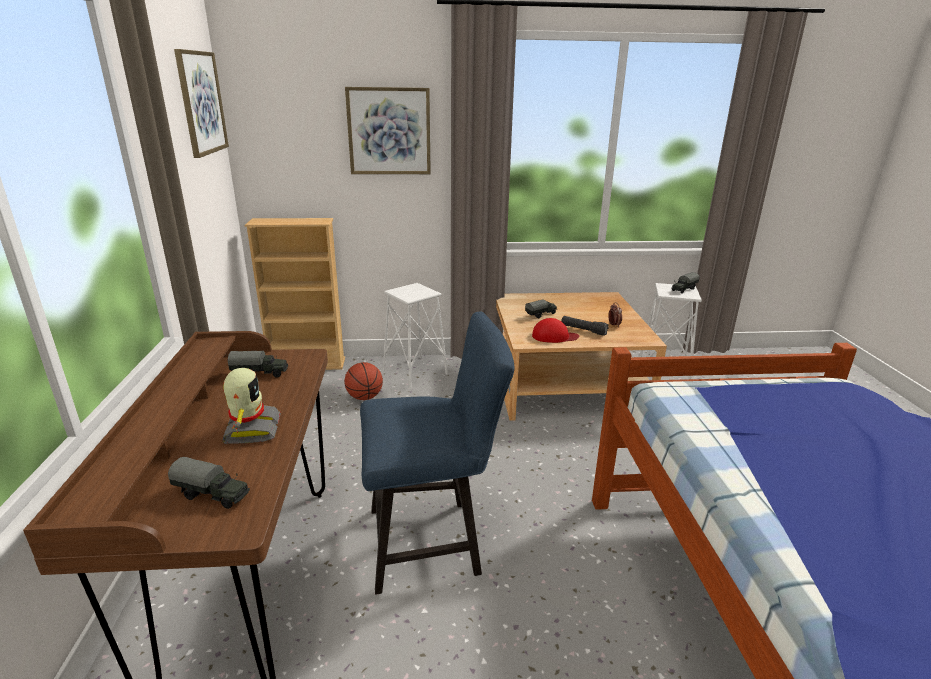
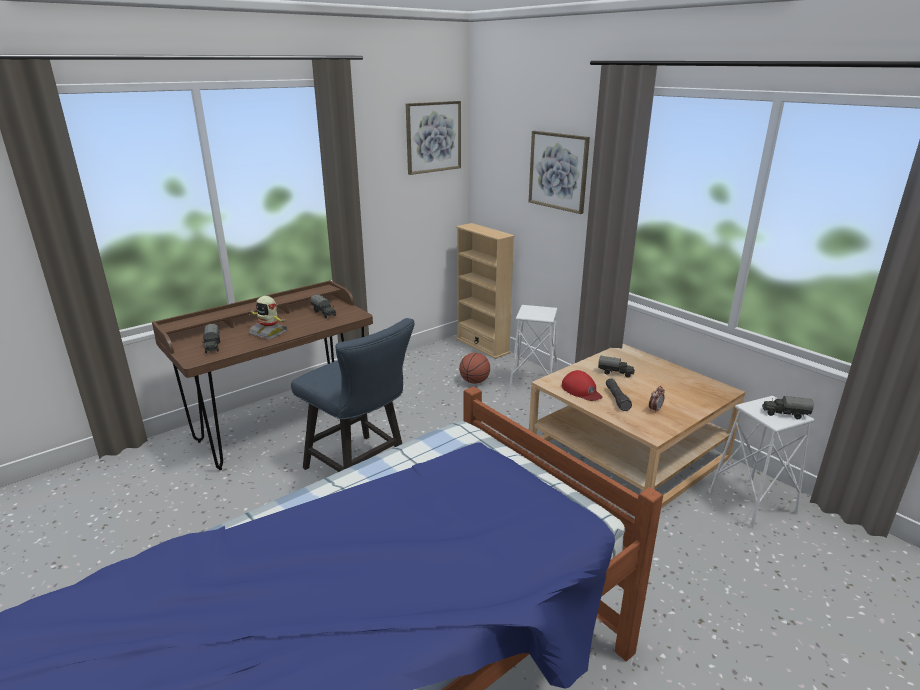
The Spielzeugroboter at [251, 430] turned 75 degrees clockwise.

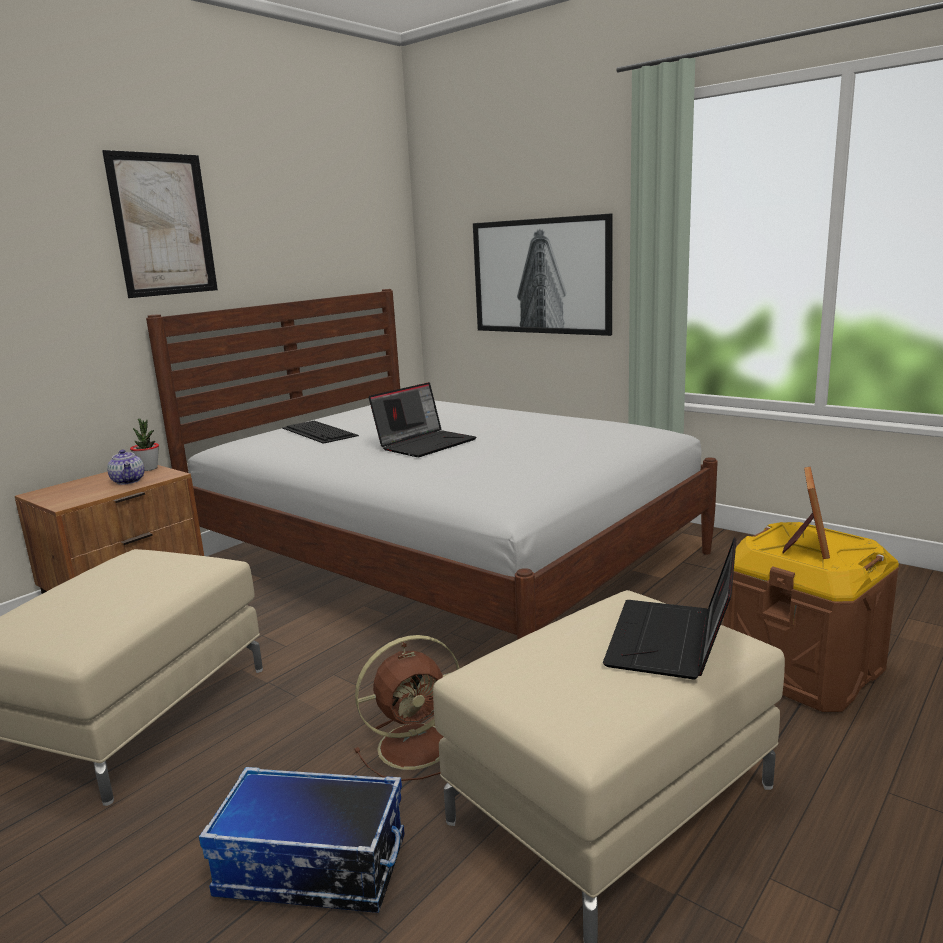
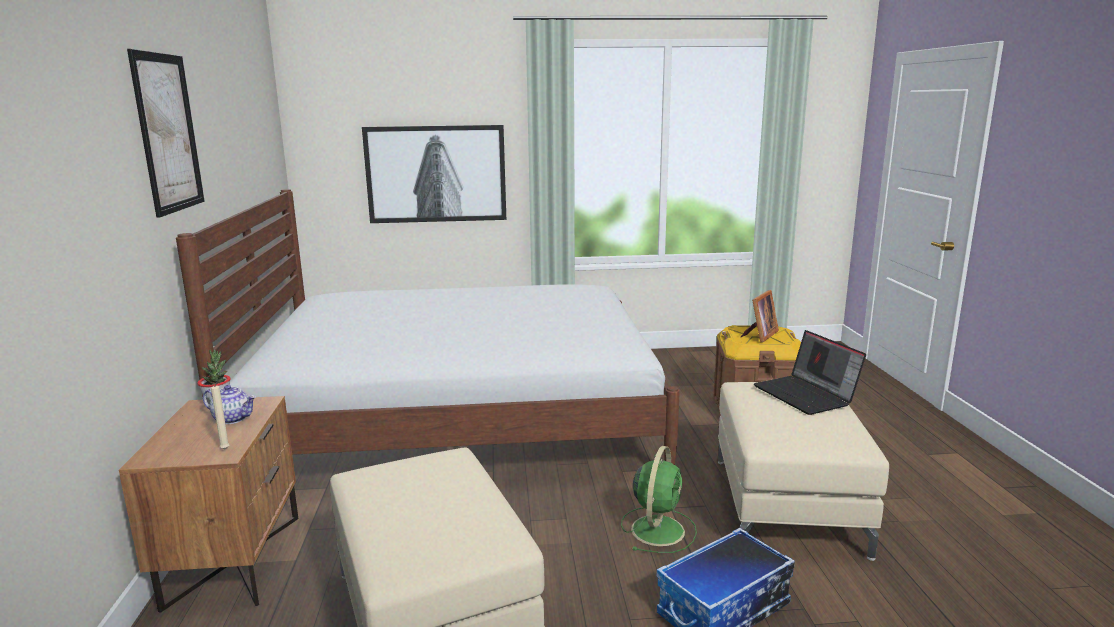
The Kerze/beige at [226, 449] appeared.
The Ventilator/braun at [417, 745] became the Ventilator/grün at [658, 529].
The Bilderrahmen at [806, 545] turned 60 degrees clockwise.
The Tastatur at [320, 432] disappeared.
The Laptop at [425, 444] disappeared.

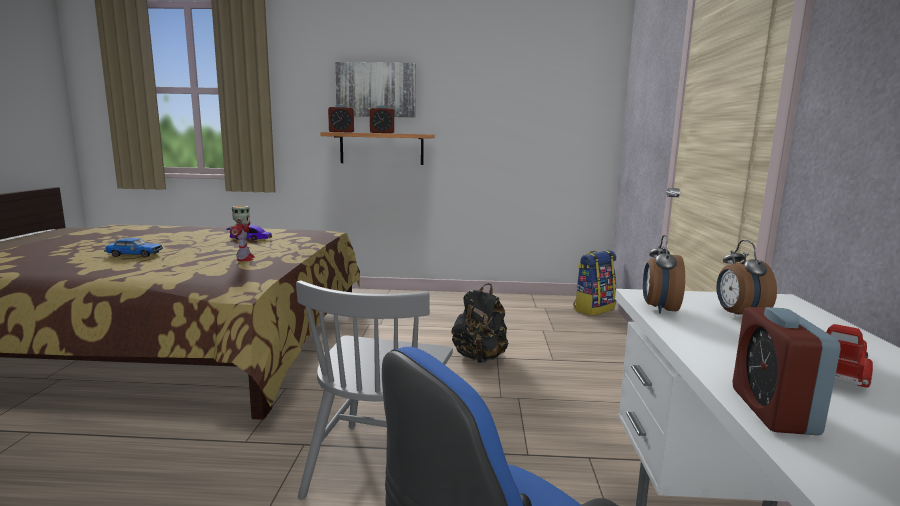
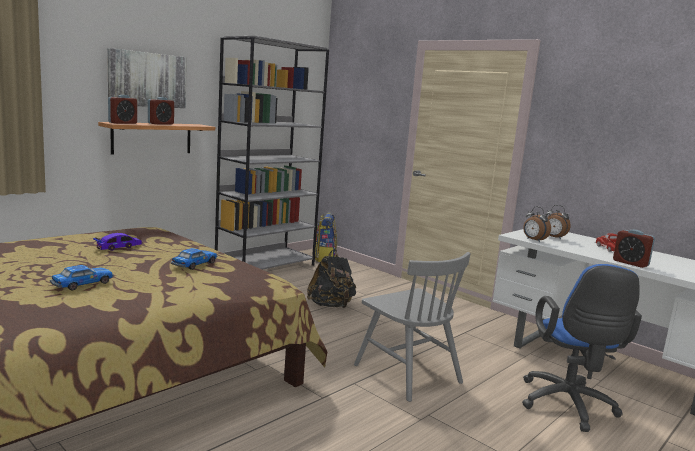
The Spielzeugroboter at [244, 259] was replaced by the Spielzeugauto at [194, 264].
The Bücherregal/grau at [266, 266] appeared.

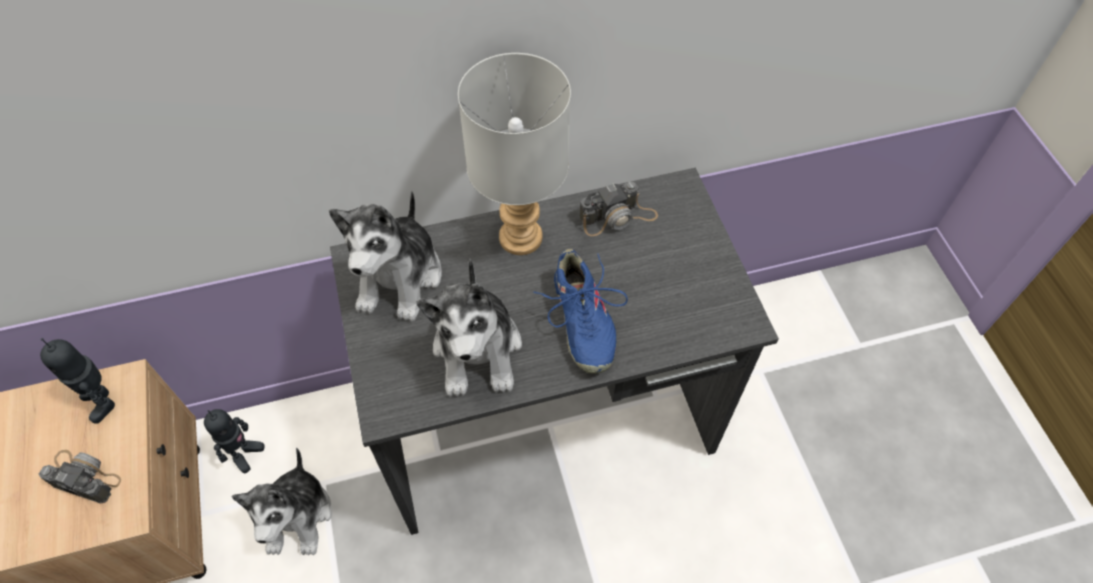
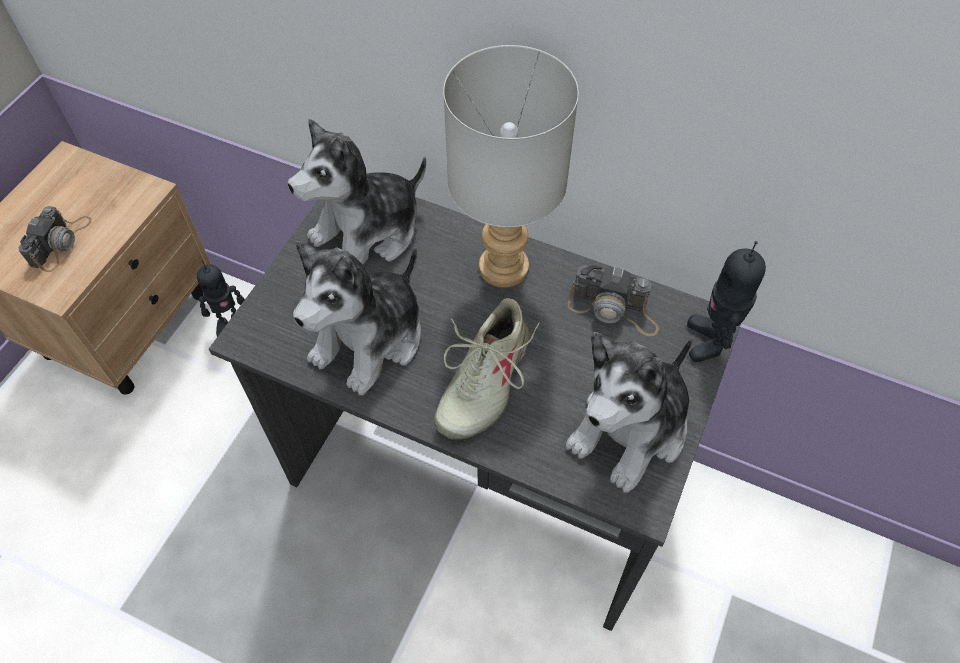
The Kamera at [83, 476] turned 45 degrees clockwise.
The Schuh/blau at [581, 321] became the Schuh/beige at [483, 381].
The Plüschtier moved from [298, 516] to [630, 429].
The Spielzeugroboter moved from [103, 401] to [710, 341].

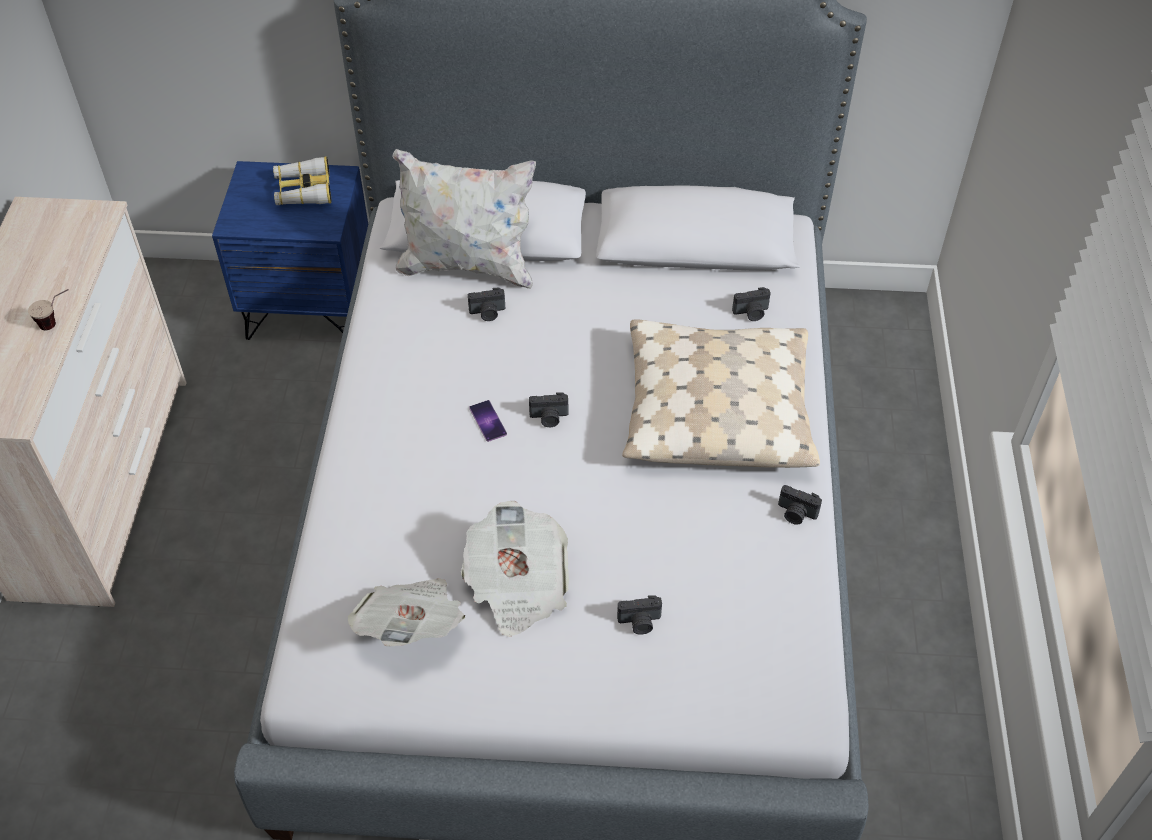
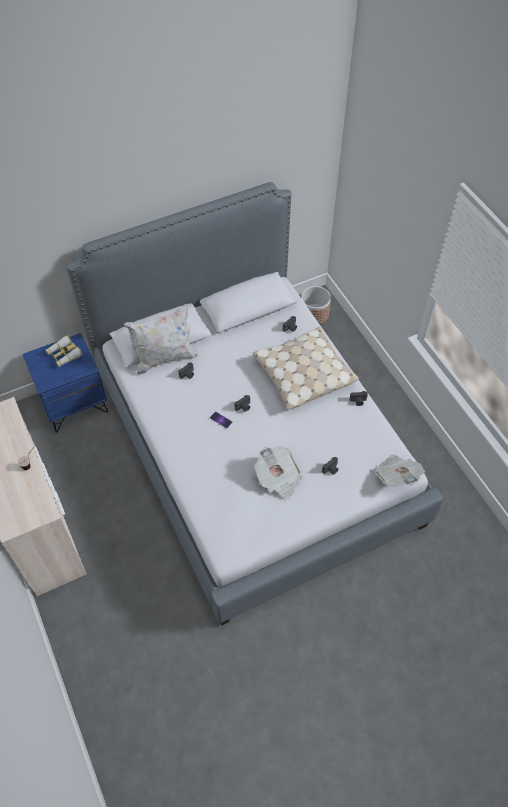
The Pflanzkübel at [314, 315] appeared.
The Zeitung moved from [413, 626] to [397, 476].

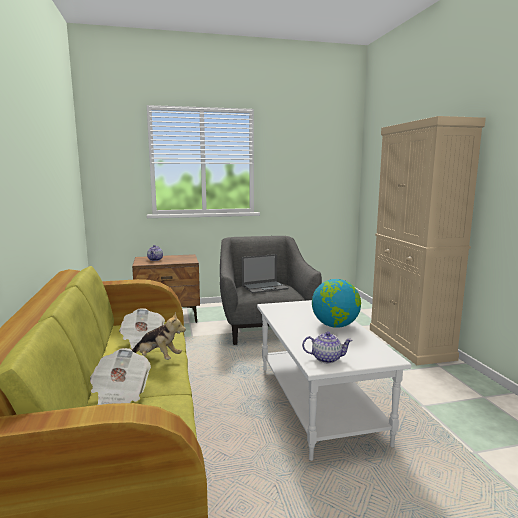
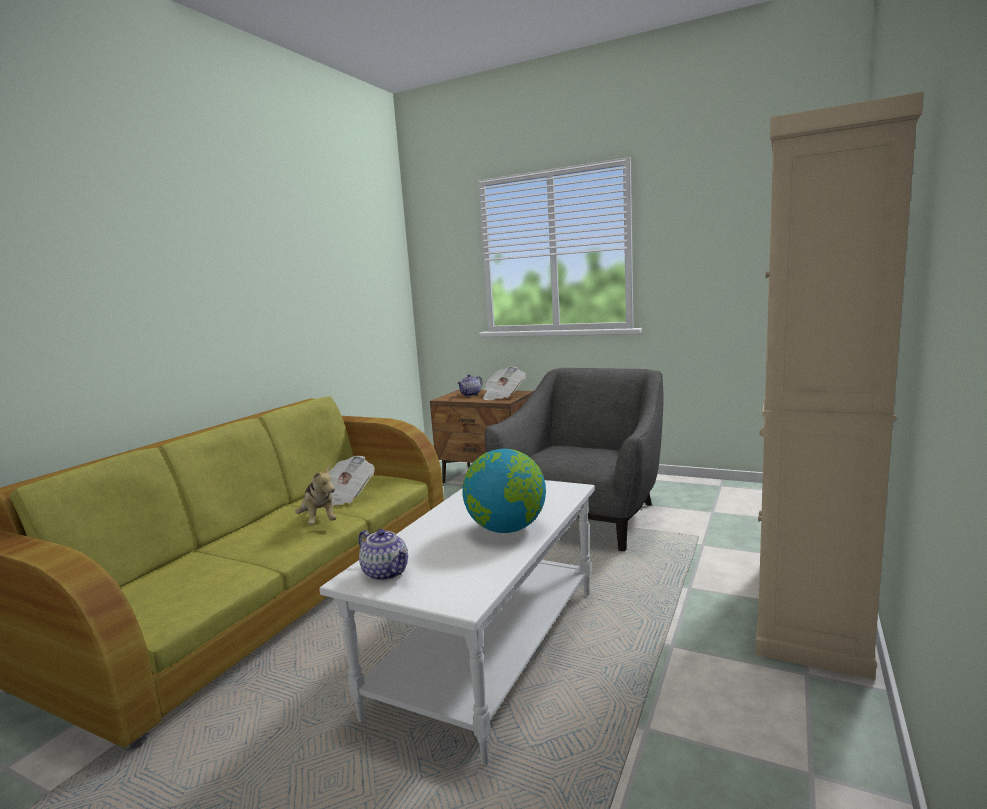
The Zeitung moved from [120, 393] to [502, 396].
The Laptop at [265, 287] disappeared.

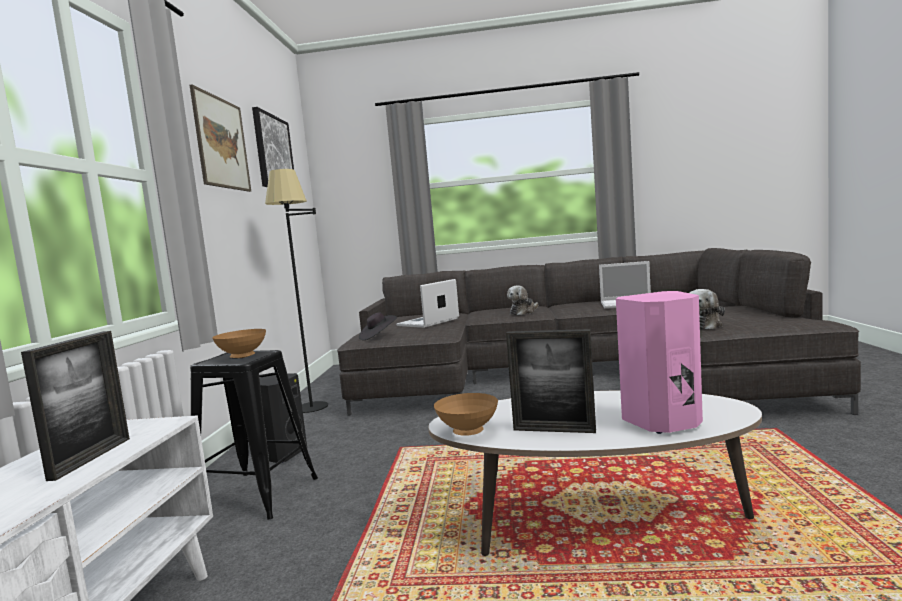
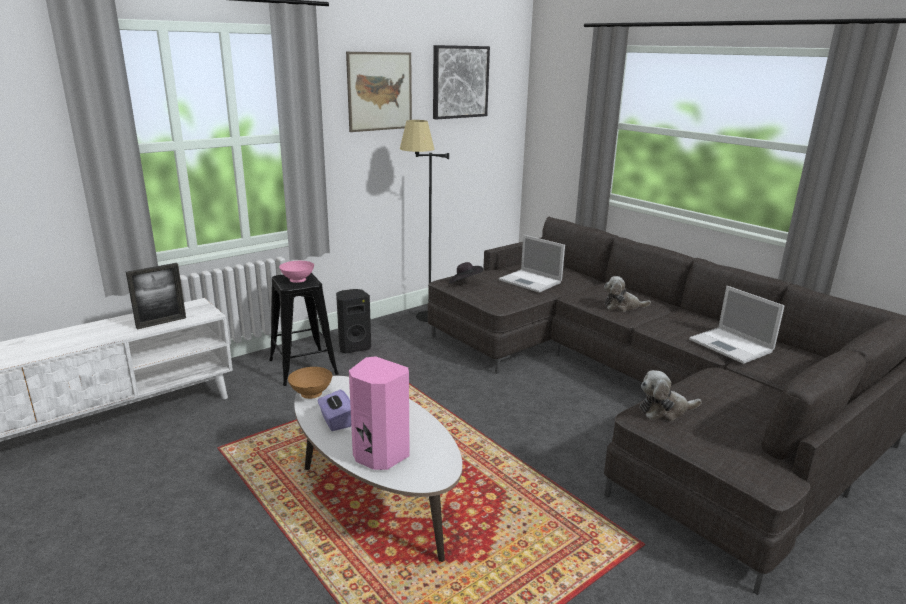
The Schüssel/braun at [243, 357] became the Schüssel/rosa at [298, 281].
The Bilderrahmen at [554, 430] was replaced by the Taschentuchbox/lila at [336, 421].
The Laptop at [427, 322] turned 135 degrees counterclockwise.

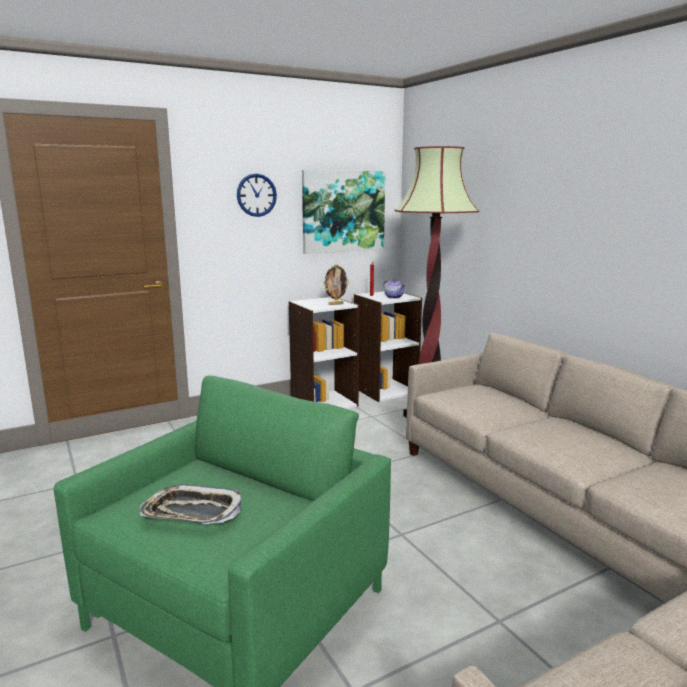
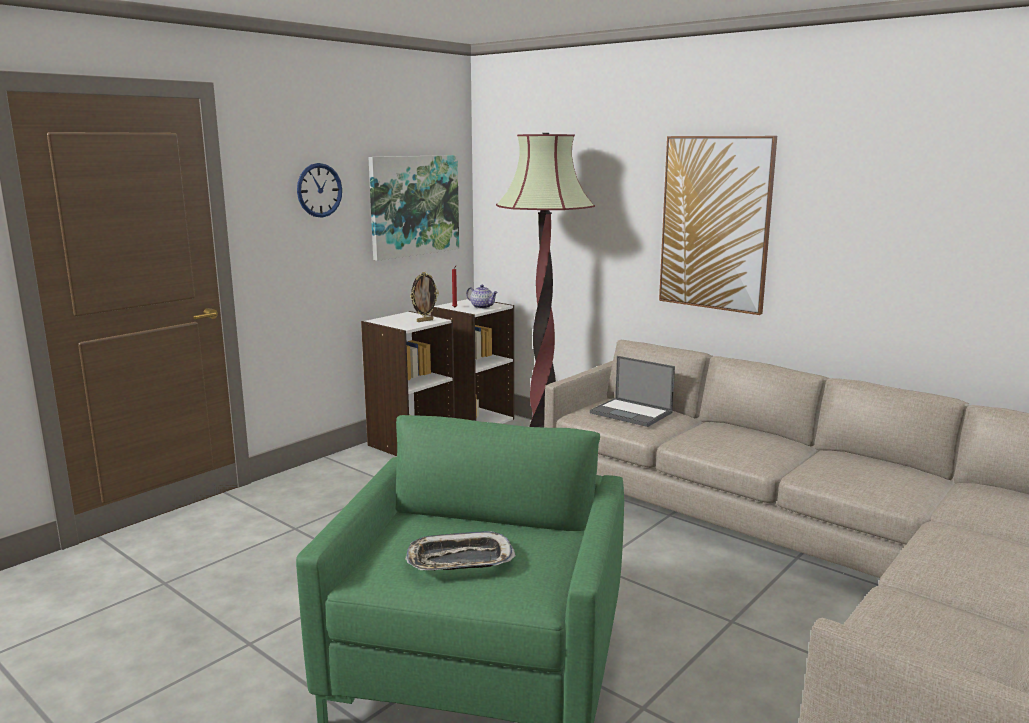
The Laptop at [632, 413] appeared.
The Bild at [715, 223] appeared.

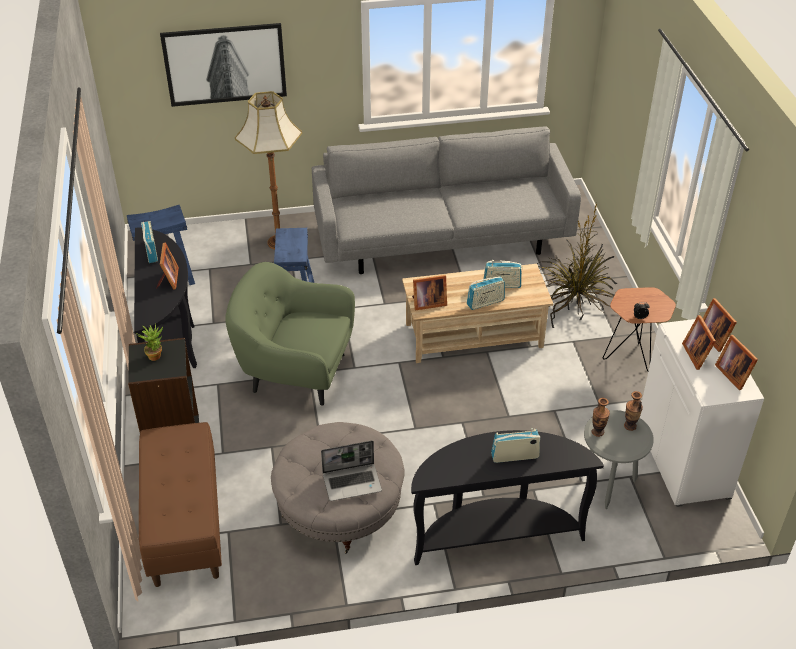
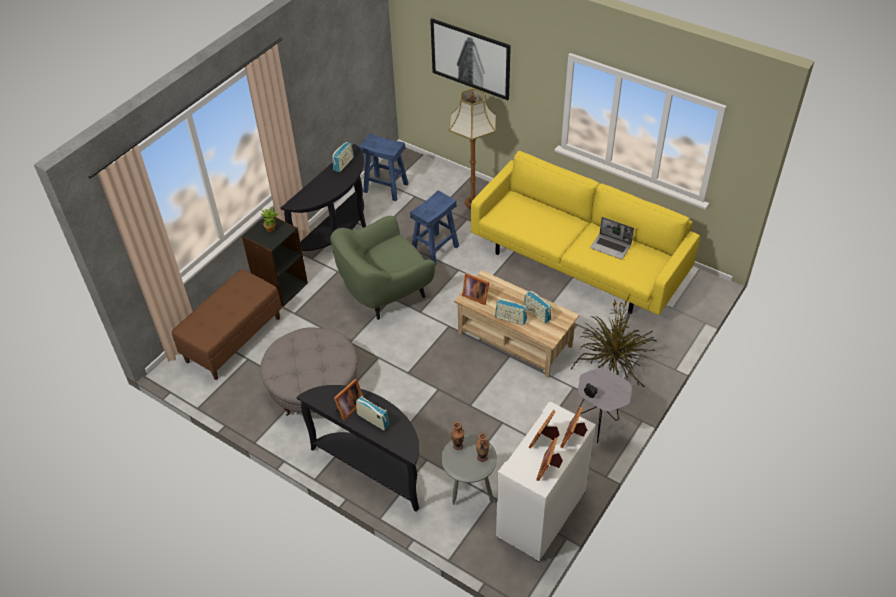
The Sessel/grün at [295, 372] turned 90 degrees counterclockwise.
The Bilderrahmen moved from [168, 280] to [348, 408].
The Sofa/grau at [442, 238] became the Sofa/gelb at [577, 262].
The Beistelltisch/braun at [632, 358] became the Beistelltisch/grau at [598, 426].
The Laptop moved from [352, 482] to [611, 247].

